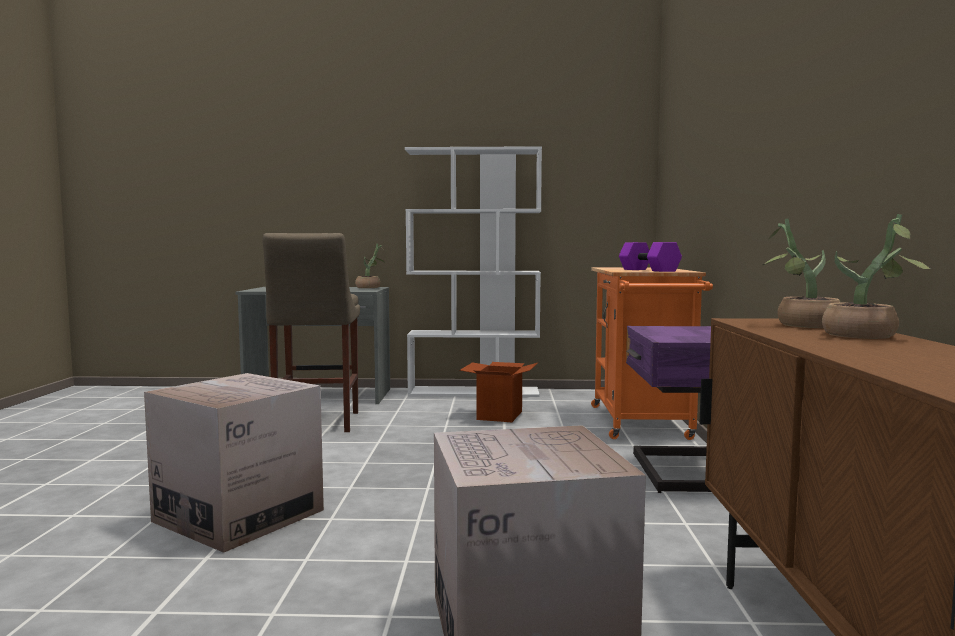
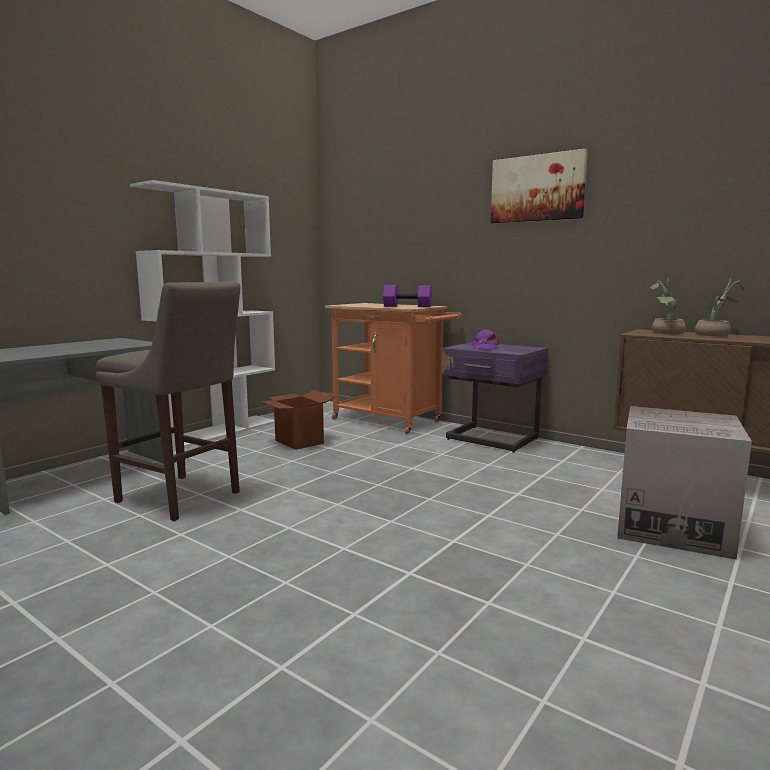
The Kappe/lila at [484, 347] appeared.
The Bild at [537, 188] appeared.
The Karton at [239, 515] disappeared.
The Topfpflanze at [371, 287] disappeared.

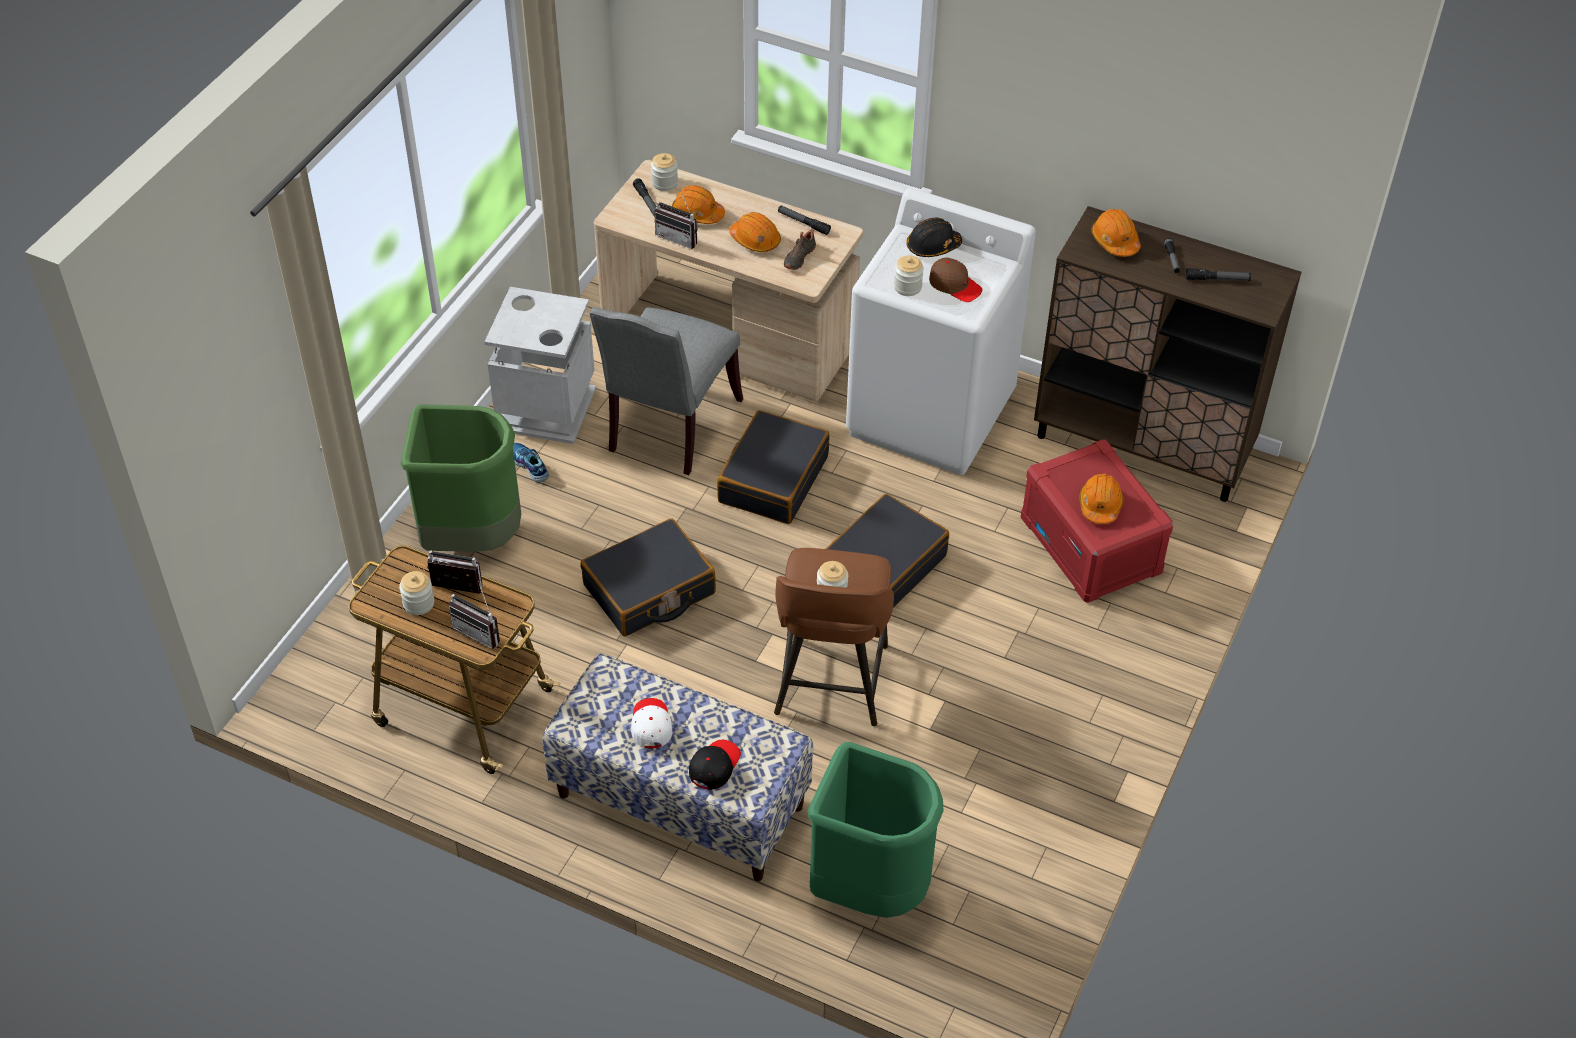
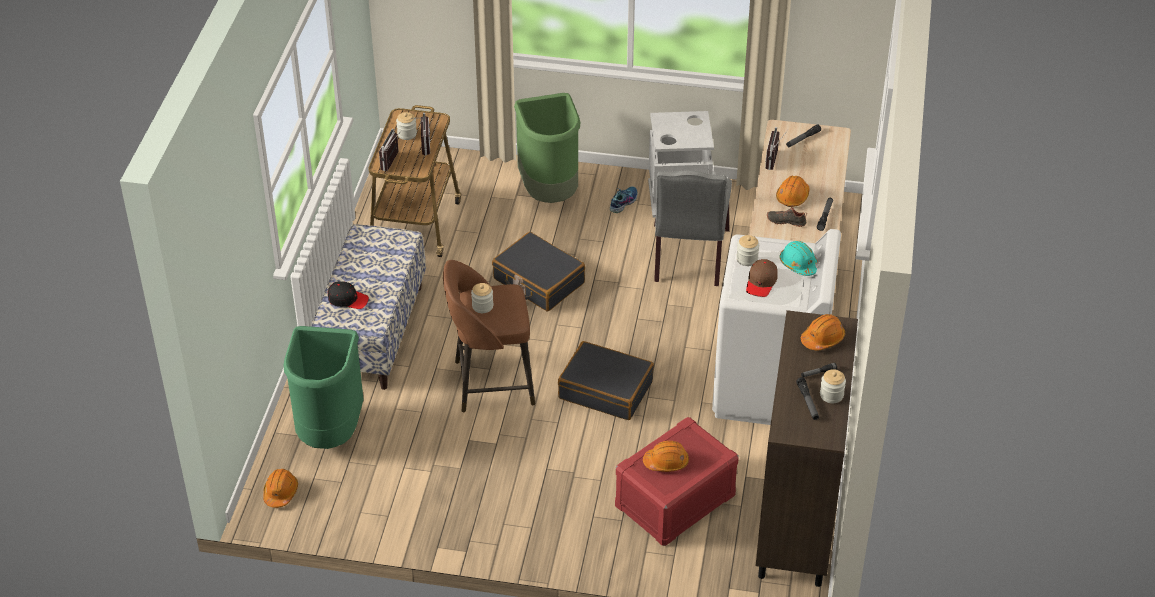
The Schutzhelm/orange moved from [697, 214] to [280, 492].
The Stuhl/grau at [670, 428] turned 90 degrees counterclockwise.
The Schutzhelm/schwarz at [933, 246] became the Schutzhelm/türkis at [799, 264].
The Vorratsglas moved from [665, 183] to [831, 395].
The Kappe/weiß at [651, 725] disappeared.
The Koffer/schwarz at [772, 479] disappeared.

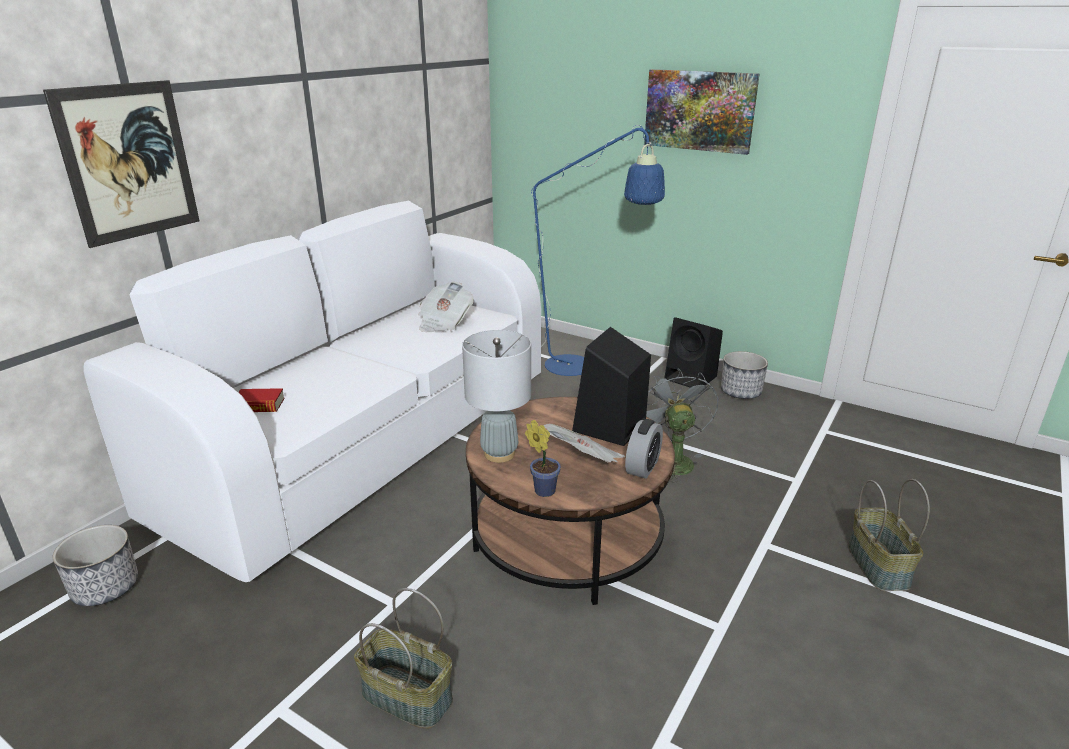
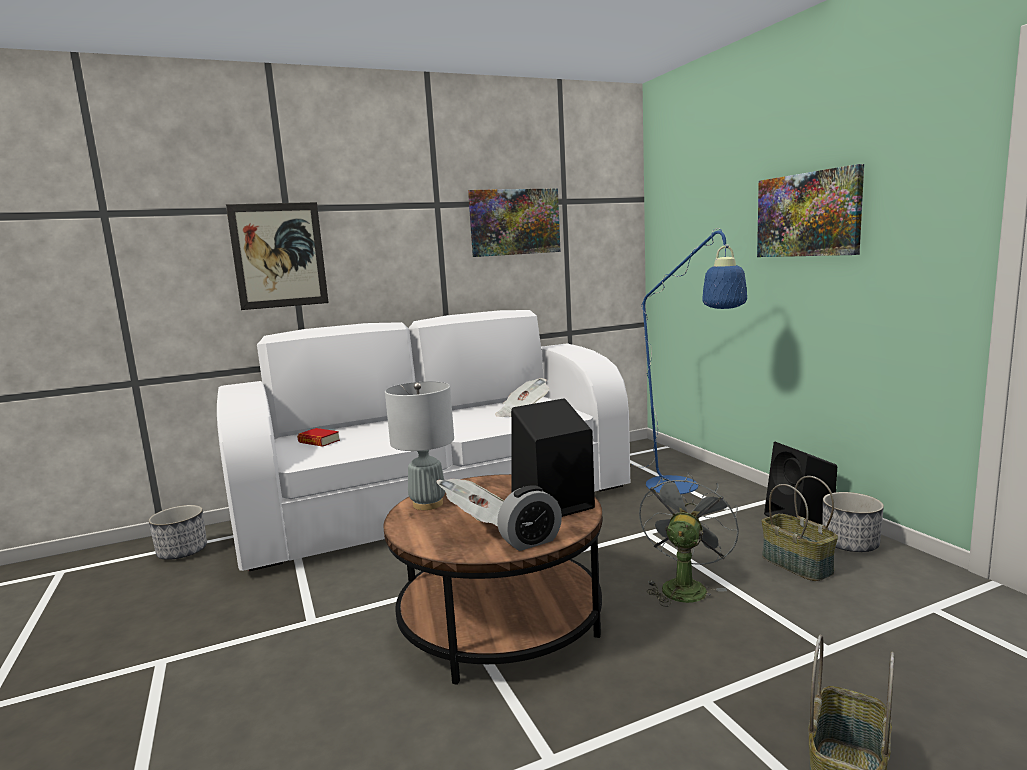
The Bild at [514, 222] appeared.
The Korb moved from [405, 697] to [795, 564].
The Topfpflanze at [542, 490] disappeared.

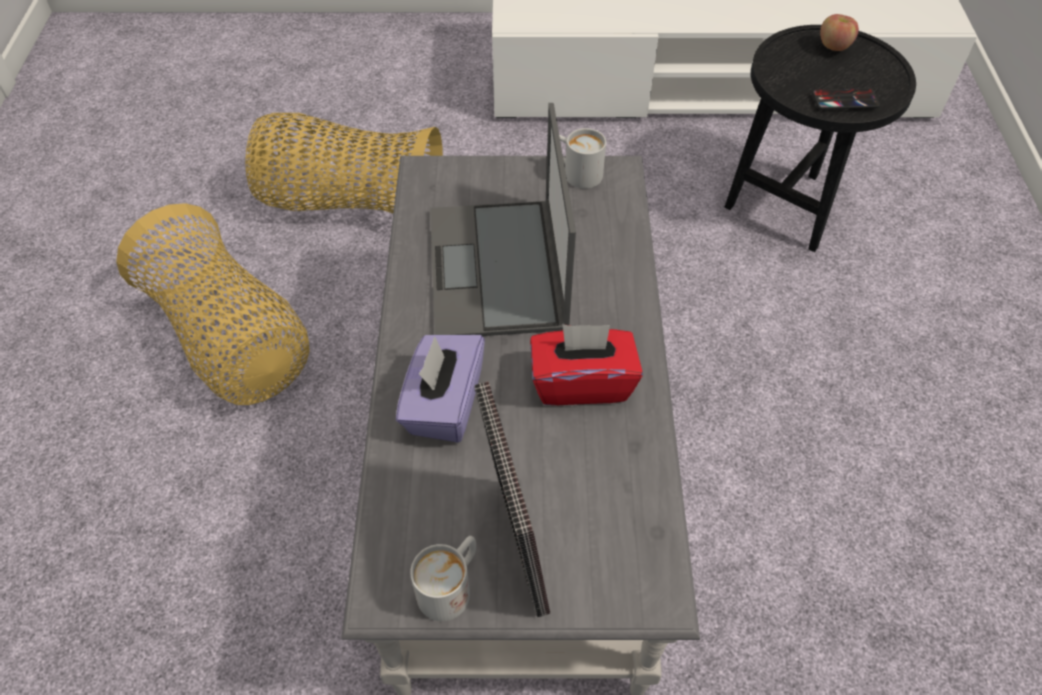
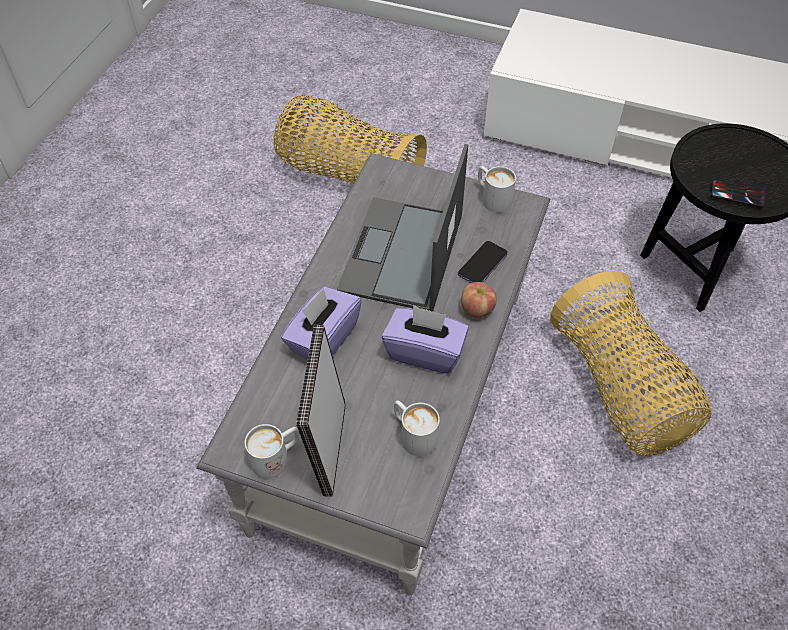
The Taschentuchbox/rot at [582, 382] became the Taschentuchbox/lila at [425, 352].
The Henkelbecher/weiß at [413, 434] appeared.
The Handy at [482, 264] appeared.
The Apfel moved from [834, 46] to [477, 309].
The Korb moved from [231, 341] to [620, 390].

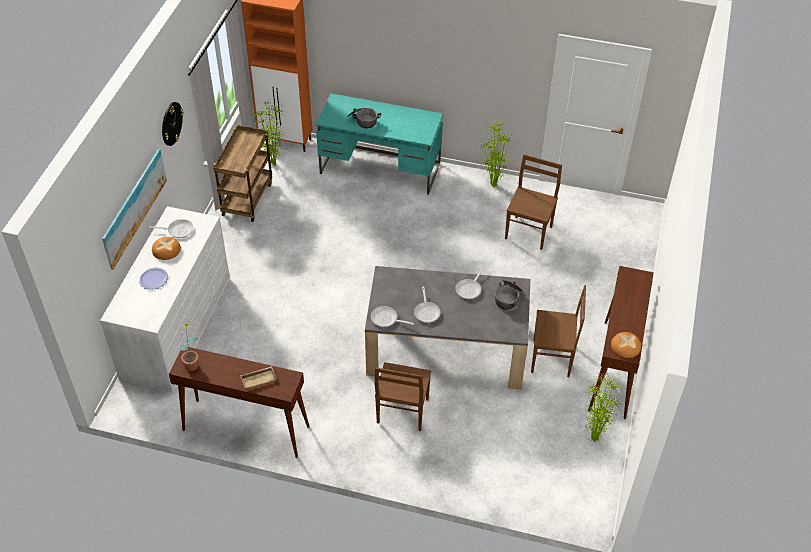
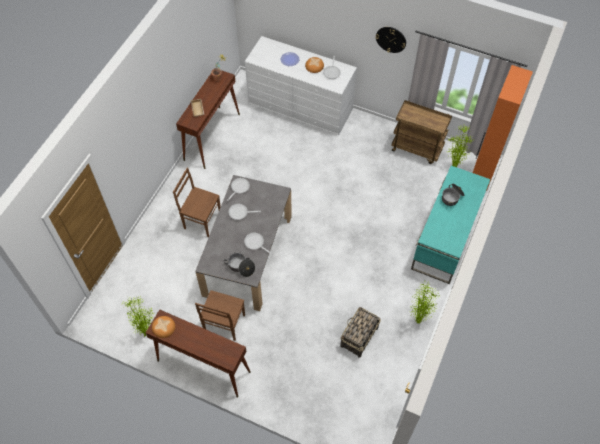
The Stuhl/braun at [529, 231] was replaced by the Korb at [358, 337].
The Bild at [133, 207] disappeared.

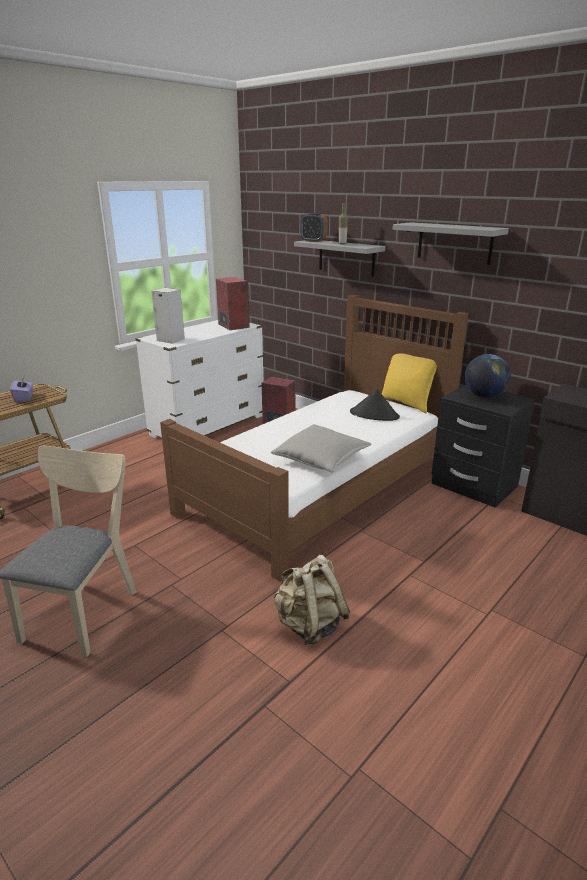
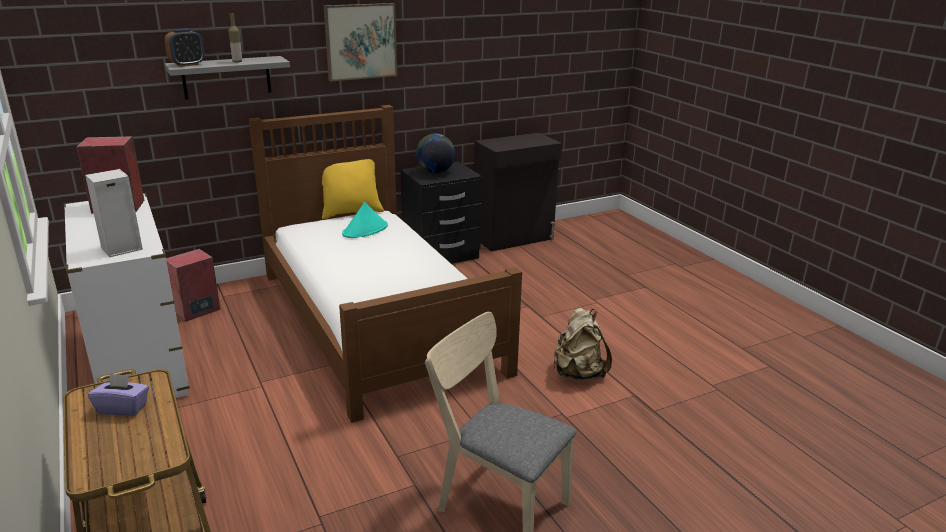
The Wandregal/grau at [454, 243] was replaced by the Bild at [360, 41].
The Hut/schwarz at [374, 415] became the Hut/türkis at [365, 230].
The Kissen/grau at [321, 459] disappeared.

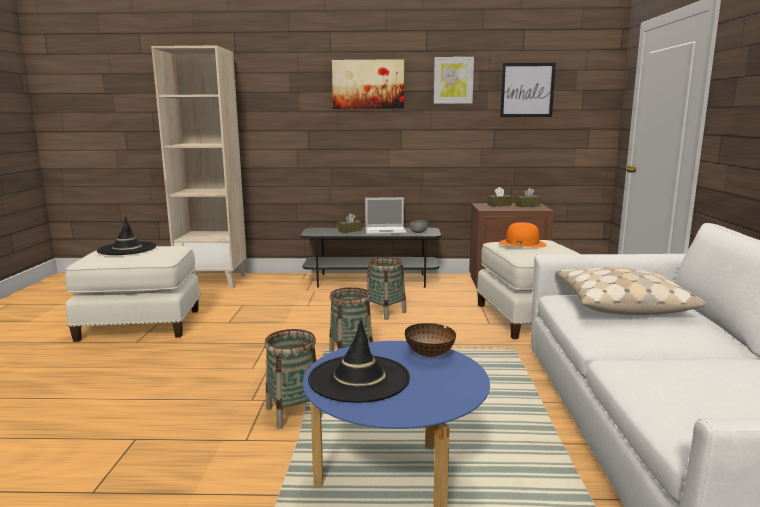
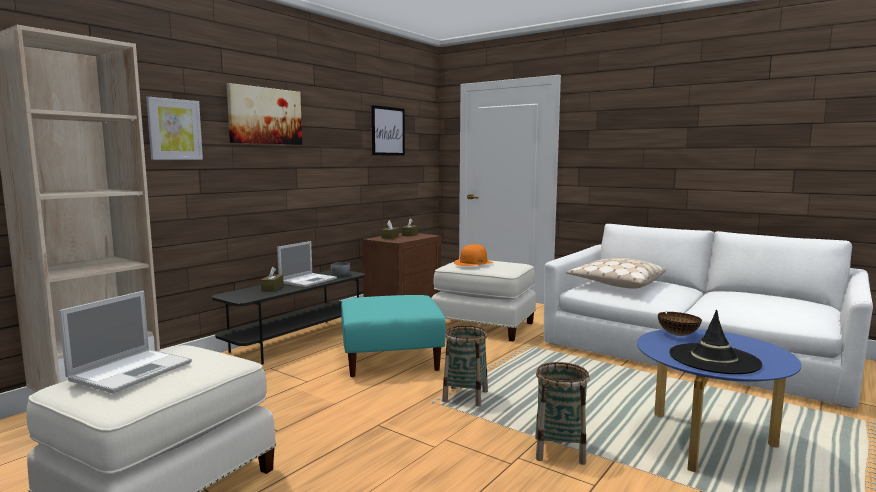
The Hut/schwarz at [127, 249] was replaced by the Laptop at [133, 370].
The Bild moved from [453, 80] to [174, 129].
The Korb at [385, 312] was replaced by the Polsterhocker/türkis at [391, 359].

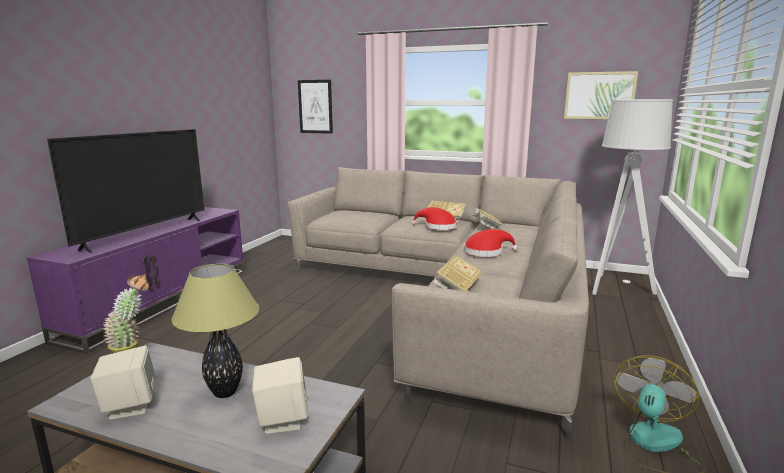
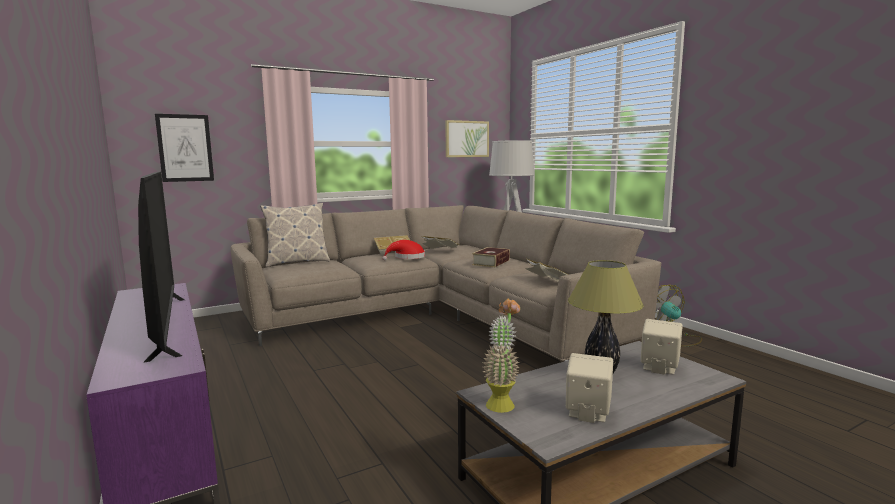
The Kissen at [297, 262] appeared.
The Hut/rot at [486, 252] was replaced by the Buch at [491, 262].

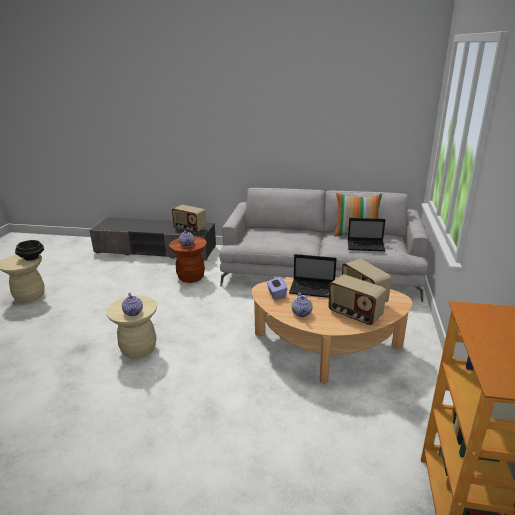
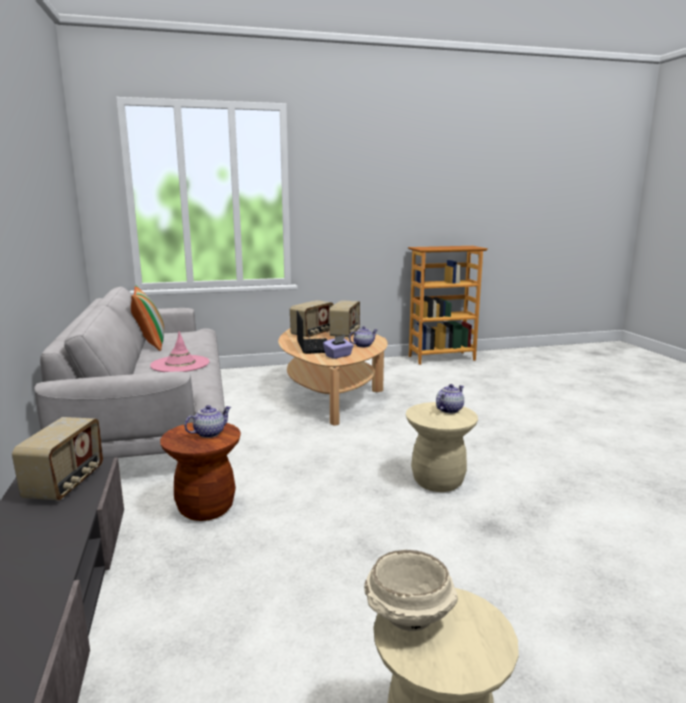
The Hut/rosa at [180, 364] appeared.
The Schüssel/schwarz at [32, 257] became the Schüssel/beige at [408, 616].
The Laptop at [366, 246] disappeared.

